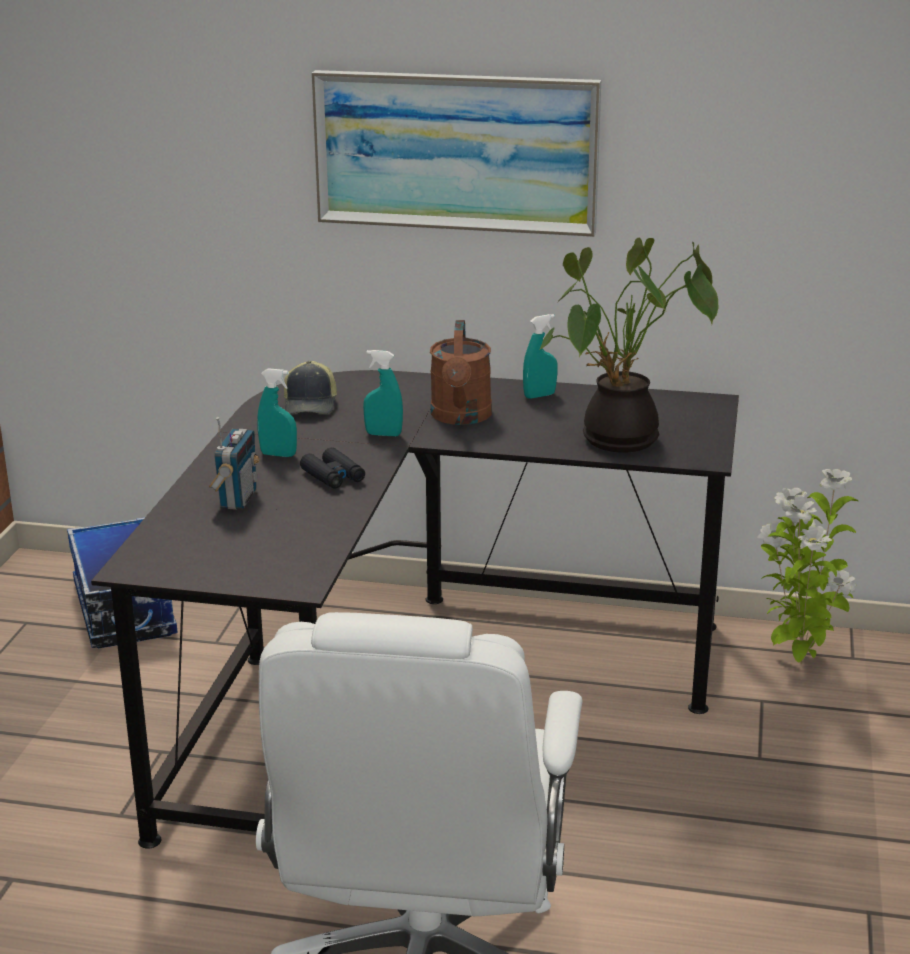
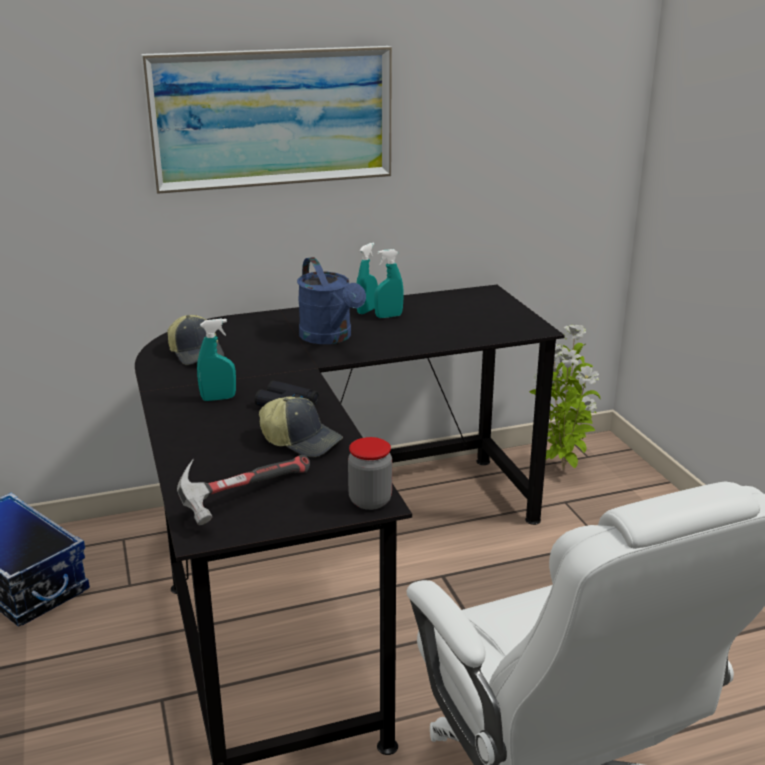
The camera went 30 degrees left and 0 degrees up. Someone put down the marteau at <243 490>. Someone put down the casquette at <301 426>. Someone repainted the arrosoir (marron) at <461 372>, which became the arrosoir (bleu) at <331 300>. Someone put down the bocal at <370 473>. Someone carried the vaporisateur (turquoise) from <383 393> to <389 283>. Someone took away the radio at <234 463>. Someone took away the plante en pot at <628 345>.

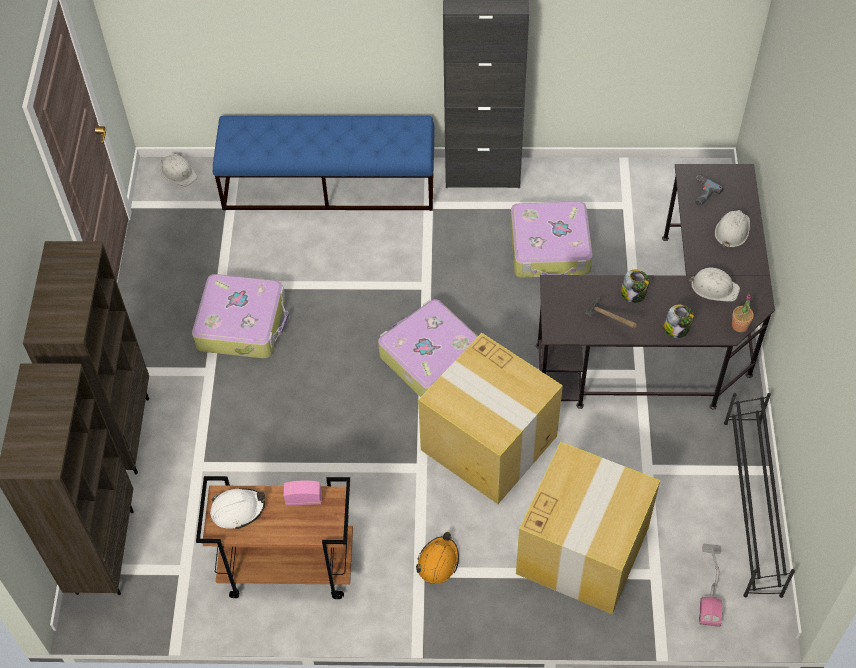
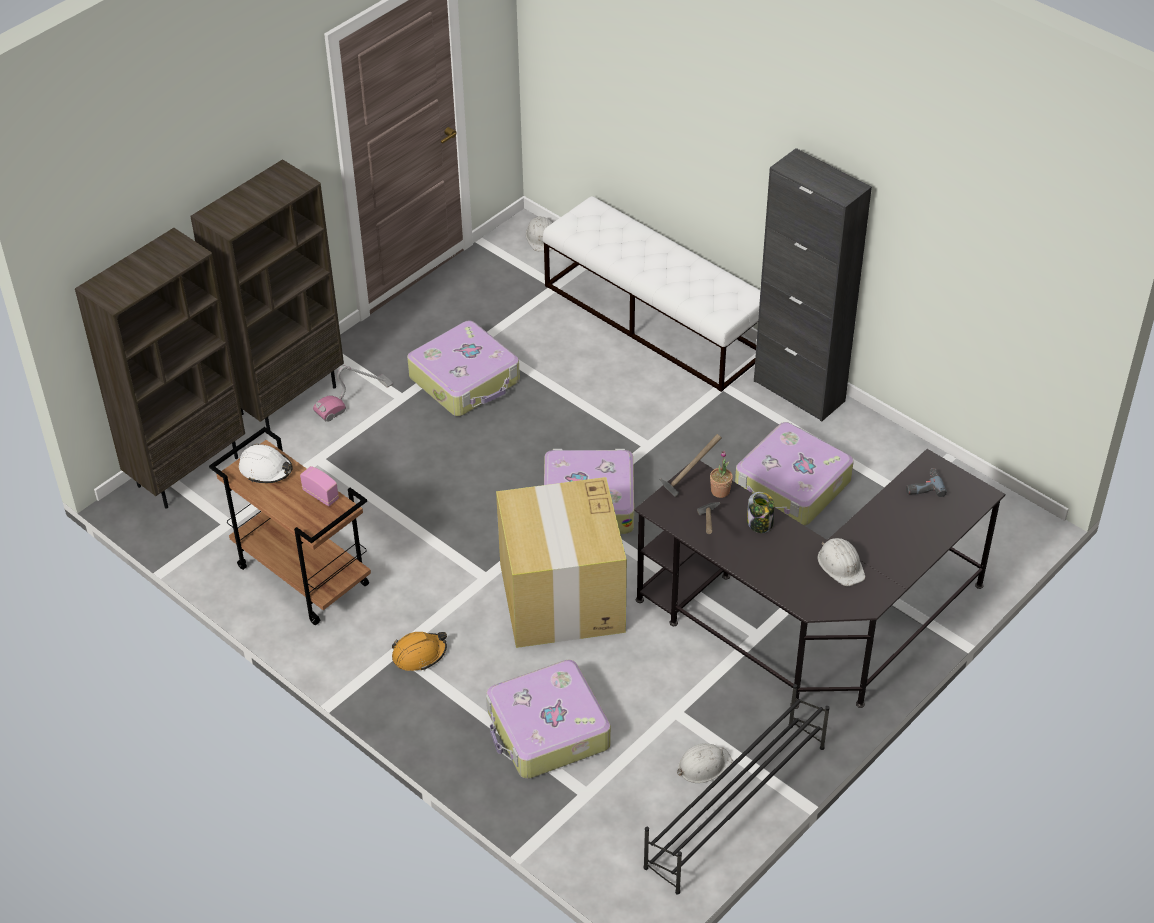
The camera went 40 degrees right and 10 degrees down. Someone carried the aspirateur from <710 585> to <353 394>. Someone swapped the carton at <588 528> for the valise at <548 719>. Someone repainted the banc (bleu) at <324 163>, which became the banc (blanc) at <651 294>. Someone put down the marteau at <691 465>. Someone carried the casque de chantier (blanc) from <732 229> to <705 763>. Someone carried the plante en pot from <743 313> to <721 474>. Someone took away the bocal at <678 321>.

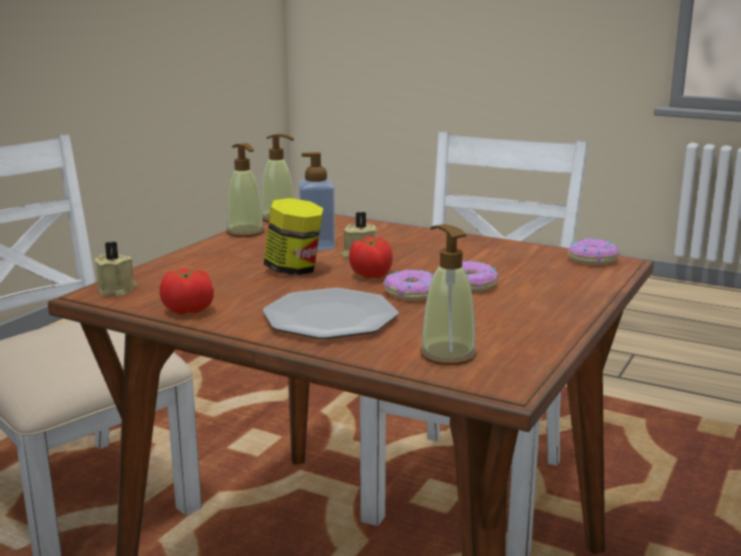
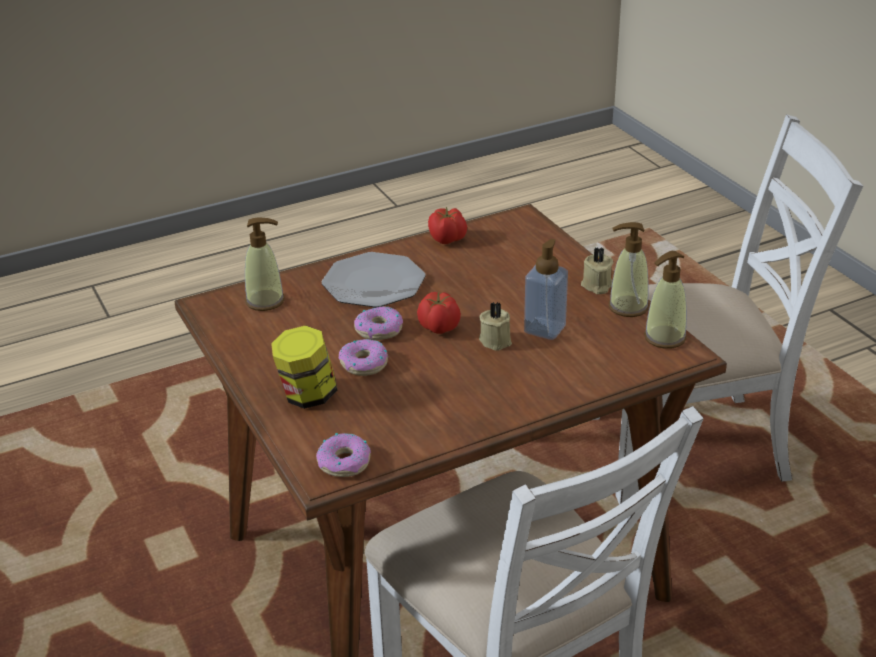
The camera went 125 degrees right and 15 degrees up. Someone carried the bocal from <293 237> to <304 367>. Someone carried the bougie (beige) from <115 268> to <597 270>.

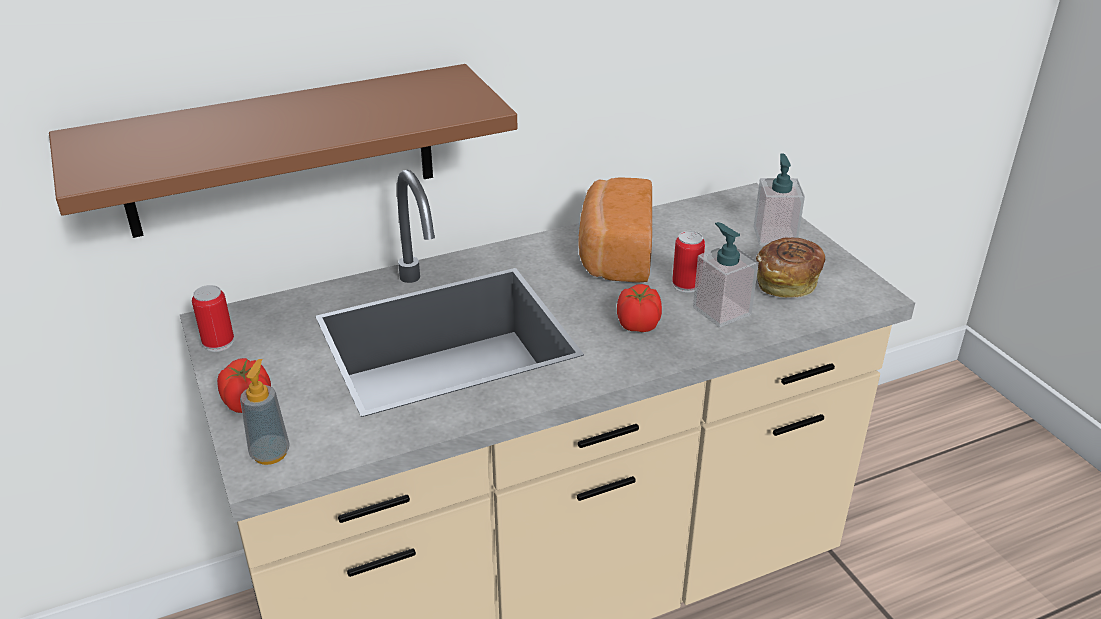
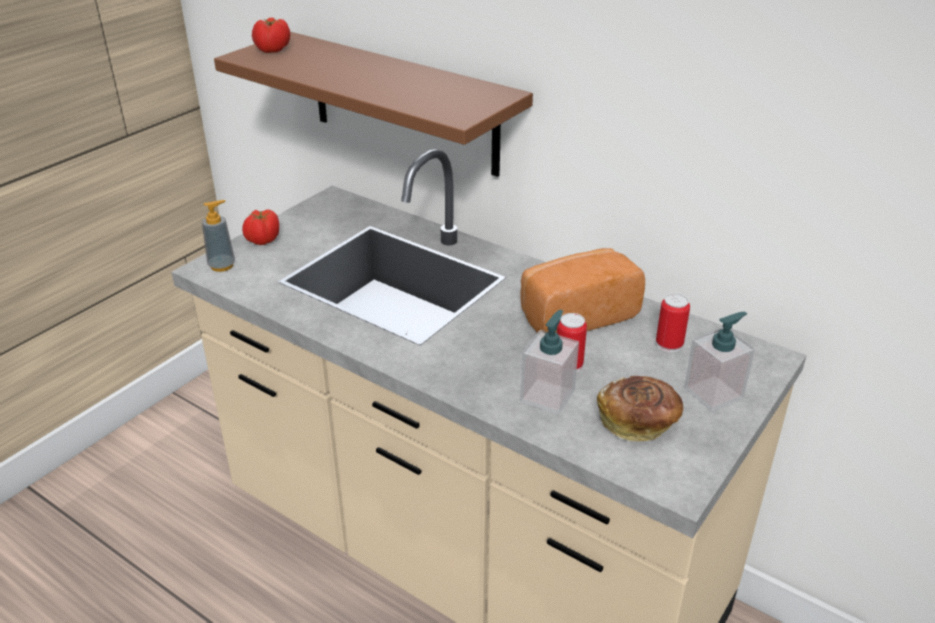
The camera went 60 degrees right and 0 degrees up. Someone carried the tomate from <639 308> to <271 35>. Someone carried the boîte métallique from <213 318> to <673 323>.

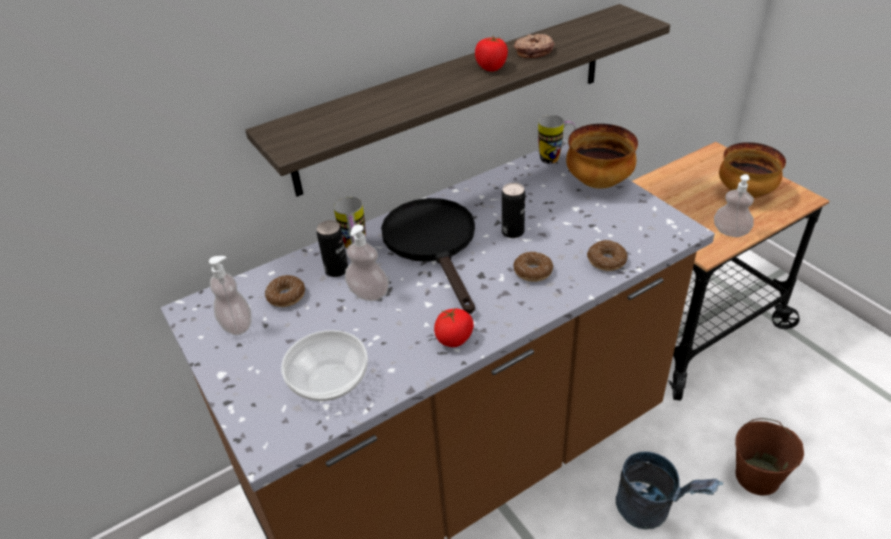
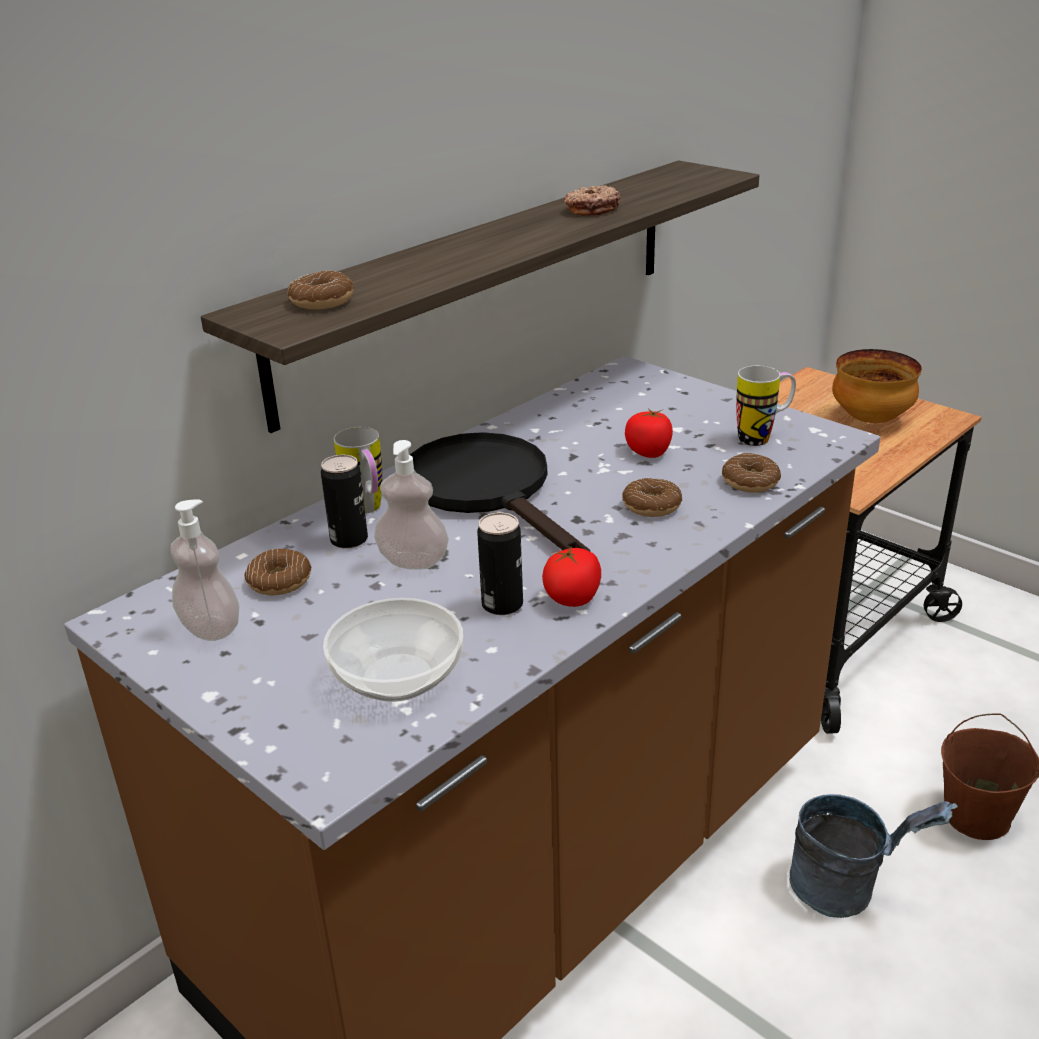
The camera went 15 degrees left and 10 degrees down. Someone put down the beignet at <321 289>. Someone carried the boîte métallique from <513 210> to <500 563>. Someone carried the tomate from <491 53> to <649 433>. Someone carried the mug from <557 139> to <766 406>. Someone took away the bol at <602 156>. Someone took away the distributeur de savon at <734 205>.

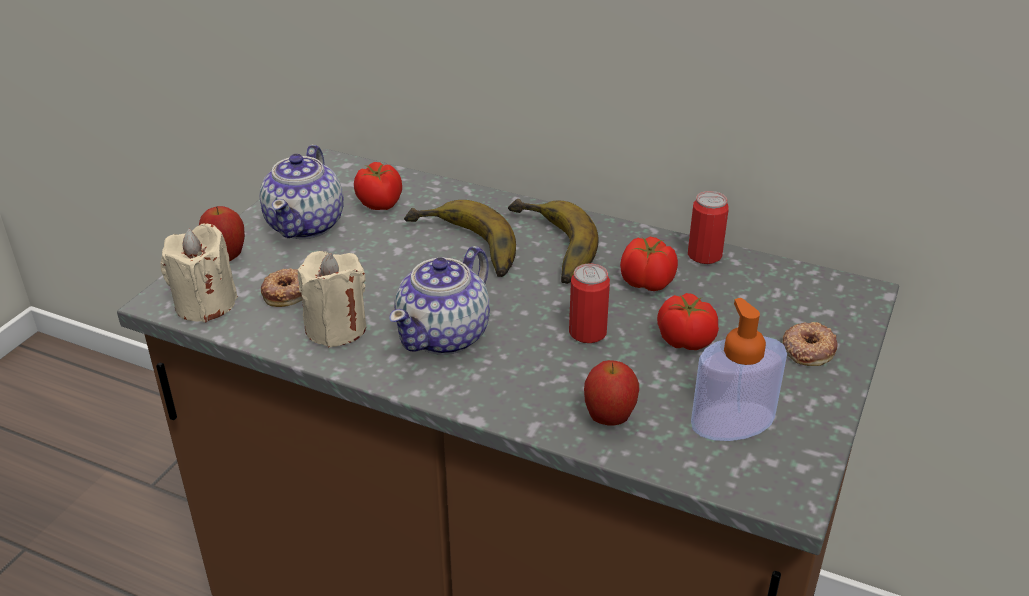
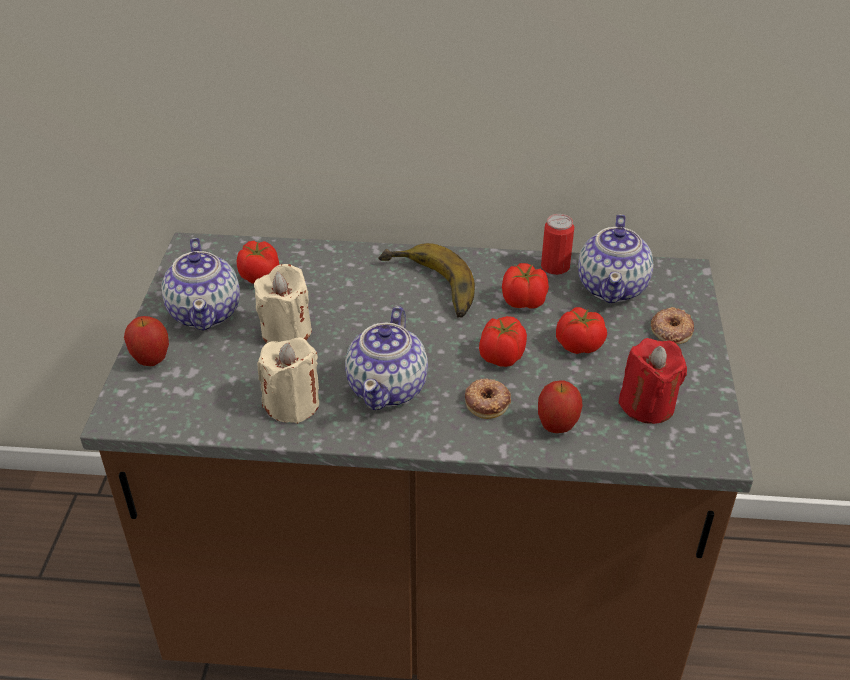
The camera went 20 degrees left and 5 degrees up. Someone carried the bougie (beige) from <199 273> to <283 303>. Someone carried the beignet from <281 287> to <488 398>. Someone swapped the boîte métallique at <589 303> for the tomate at <503 341>. Someone put down the théière at <615 258>. Someone swapped the distributeur de savon at <739 369> for the bougie (rouge) at <652 381>. Someone took away the banane at <460 238>.

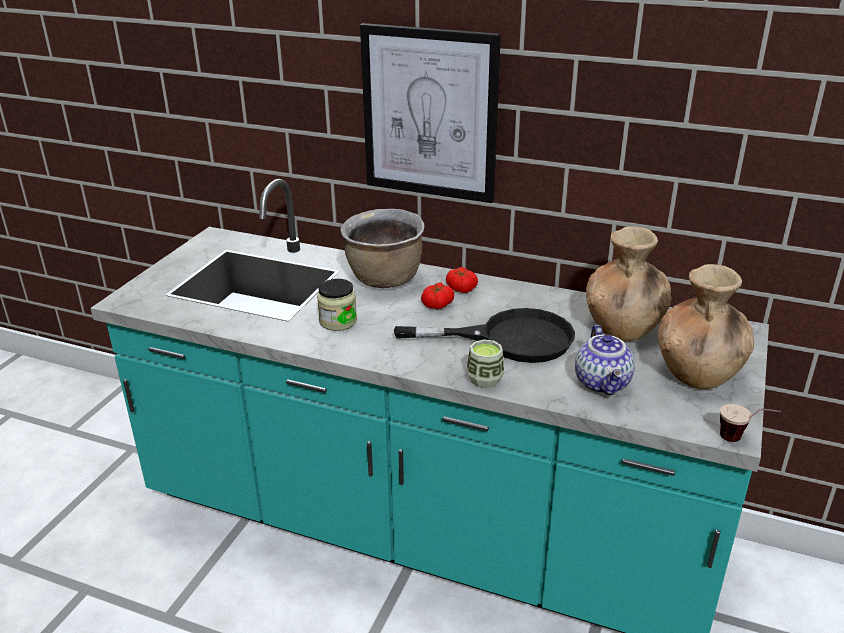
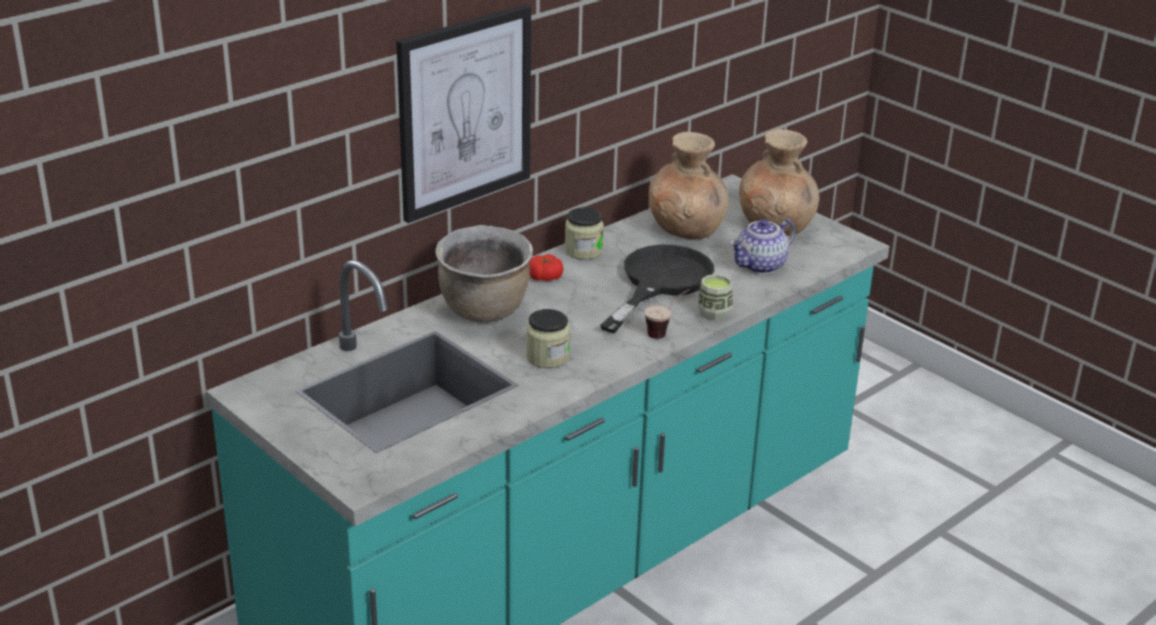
The camera went 65 degrees left and 0 degrees up. Someone put down the bocal at <584 233>. Someone carried the tasse from <750 423> to <667 314>. Someone rotated the théière at <605 360> by 120 degrees clockwise. Someone took away the tomate at <437 295>.

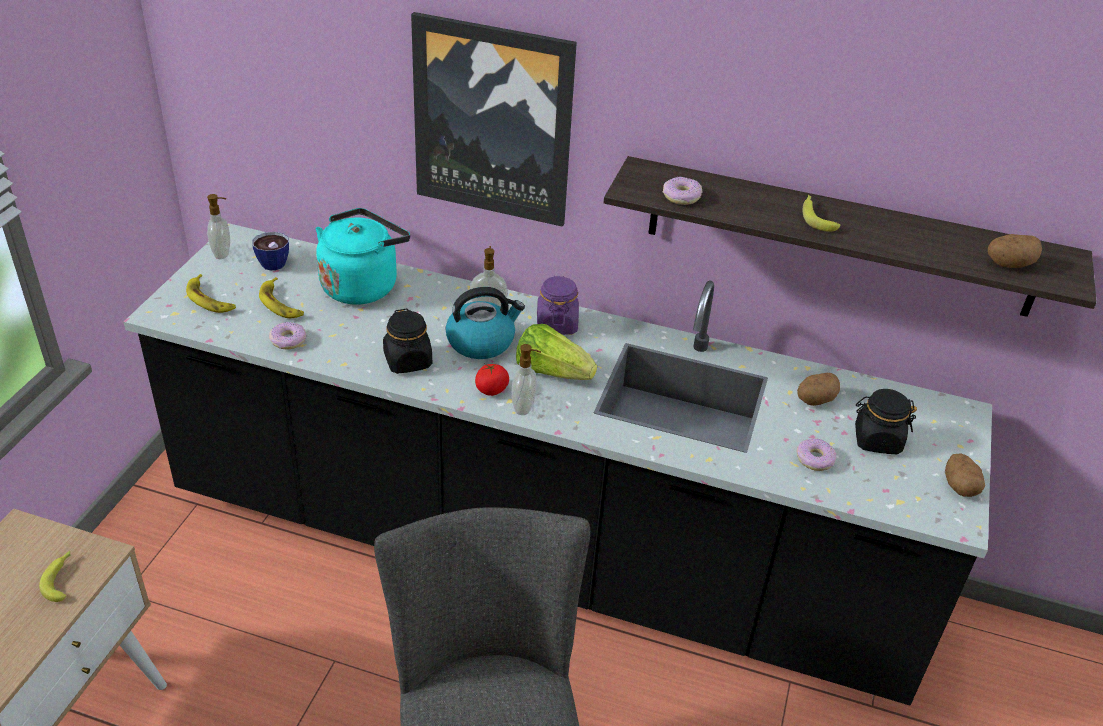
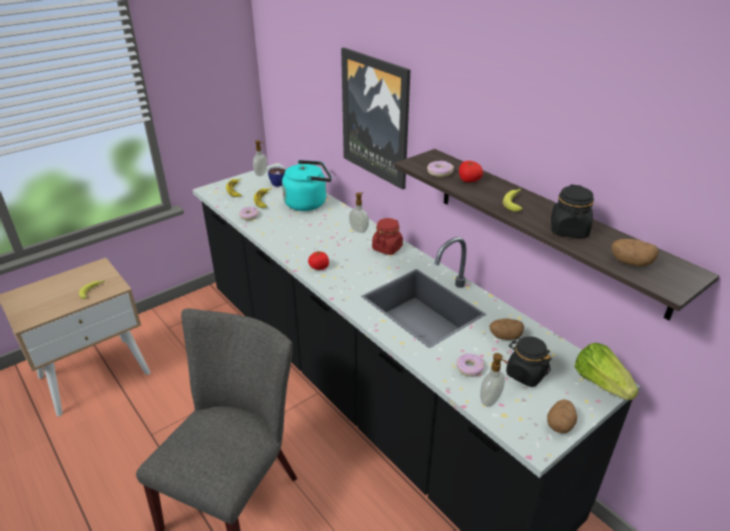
The camera went 35 degrees right and 5 degrees down. Someone repainted the bocal (violet) at <558 305>, which became the bocal (rouge) at <387 236>. Someone put down the tomate at <471 171>. Someone carried the distributeur de savon from <526 379> to <494 380>. Someone carried the bocal (noir) from <407 341> to <572 211>. Someone carried the laitue from <556 352> to <607 371>. Someone took away the bouilloire at <485 323>.

